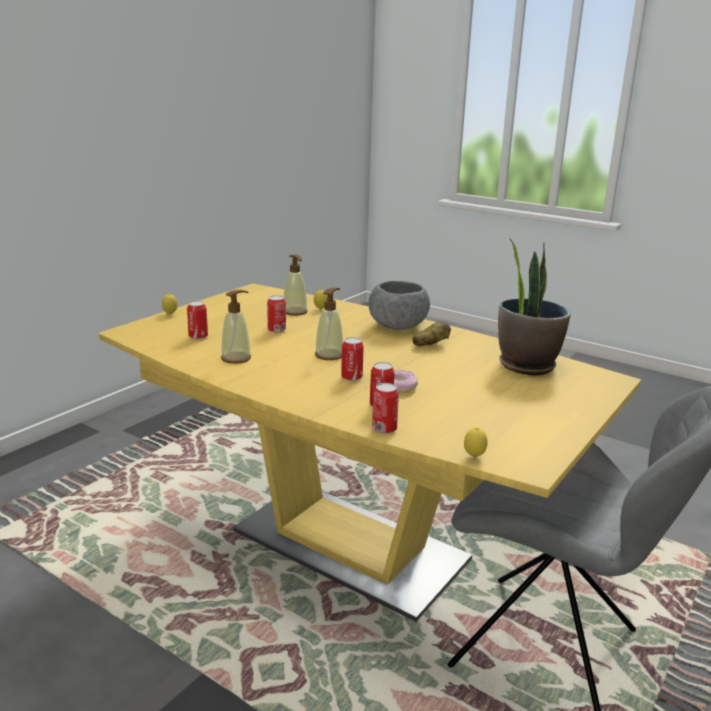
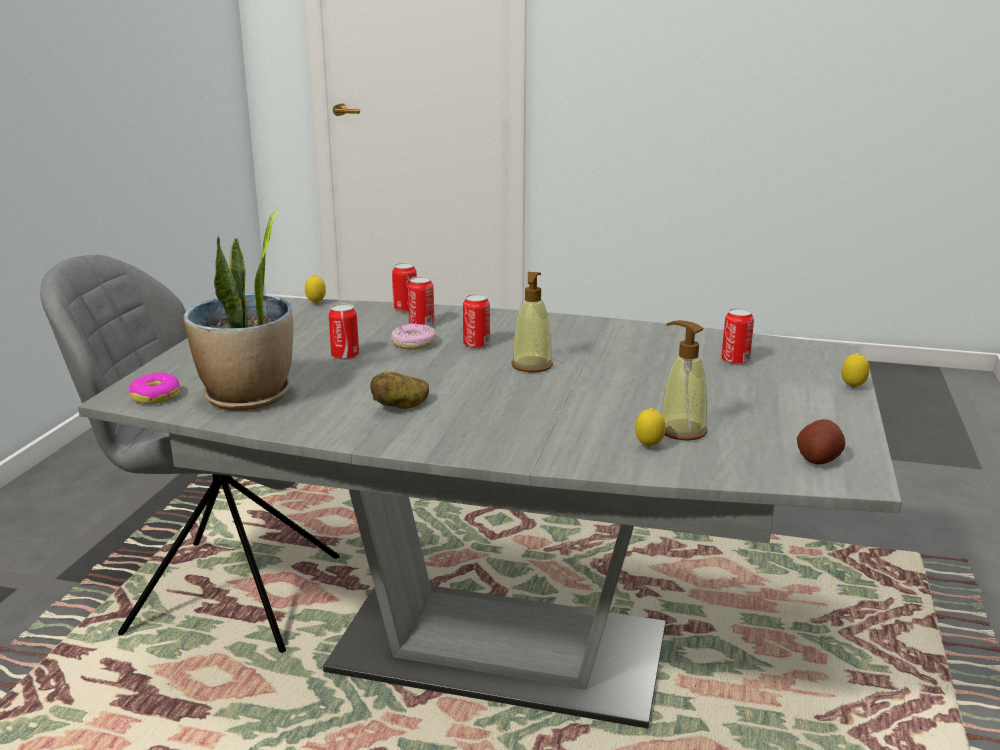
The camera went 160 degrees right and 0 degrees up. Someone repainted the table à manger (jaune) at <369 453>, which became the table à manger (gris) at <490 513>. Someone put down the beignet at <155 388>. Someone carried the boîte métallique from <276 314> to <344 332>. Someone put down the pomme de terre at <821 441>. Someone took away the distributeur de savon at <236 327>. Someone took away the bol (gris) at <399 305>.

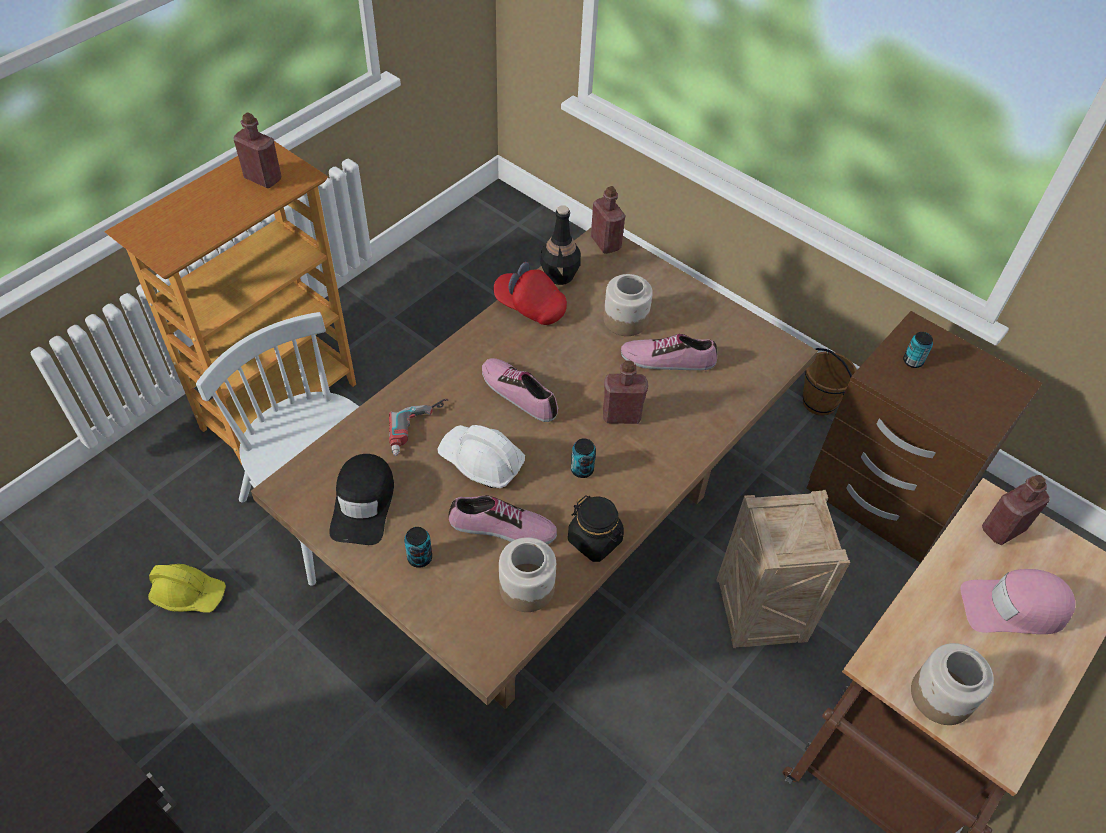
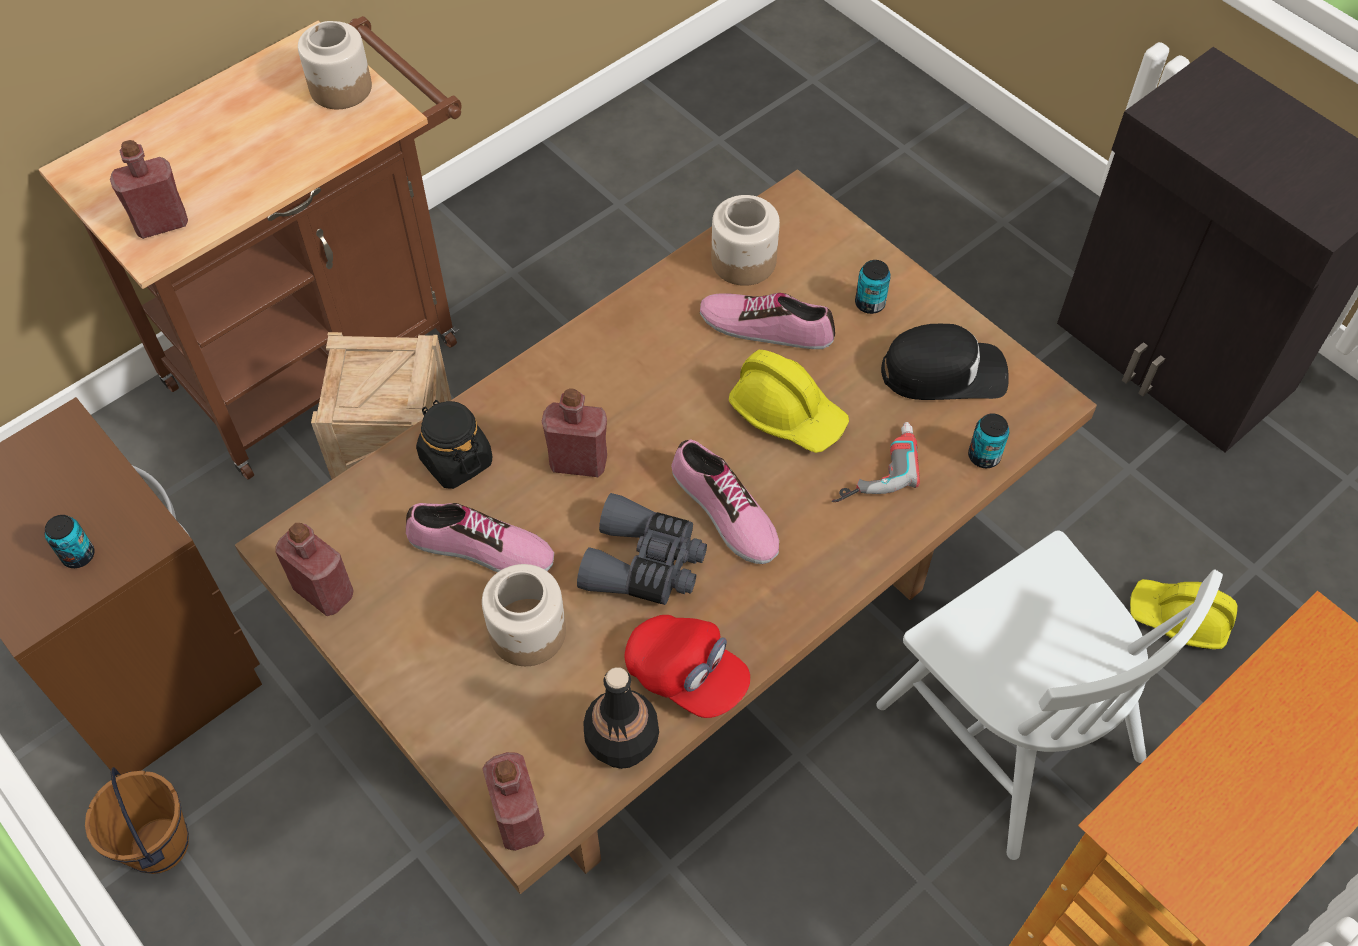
The camera went 170 degrees left and 5 degrees up. Someone carried the bouteille (rouge) from <257 150> to <314 569>. Someone carried the bocal (noir) from <596 528> to <454 444>. Someone put down the jumelles (gris) at <642 549>. Someone repainted the casque de chantier (blanc) at <481 456>, which became the casque de chantier (jaune) at <789 401>. Someone rotated the casquette (noir) at <361 499> by 75 degrees clockwise. Someone carried the boîte métallique from <583 458> to <989 440>. Someone took away the casquette (rose) at <1018 601>.

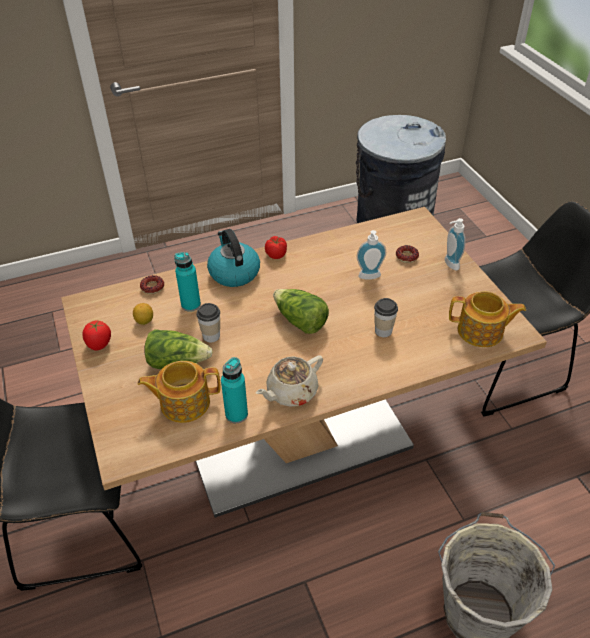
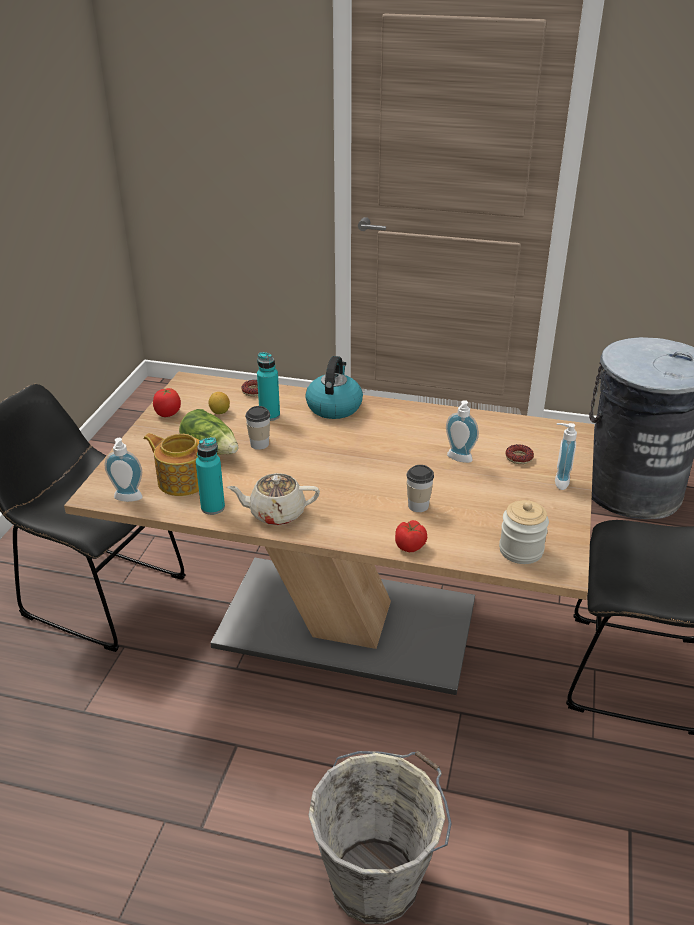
The camera went 35 degrees right and 10 degrees down. Someone put down the distributeur de savon at <124 470>. Someone carried the tomate from <276 247> to <411 536>. Someone swapped the théière at <487 319> for the bocal at <524 532>. Someone took away the laitue at <301 311>.

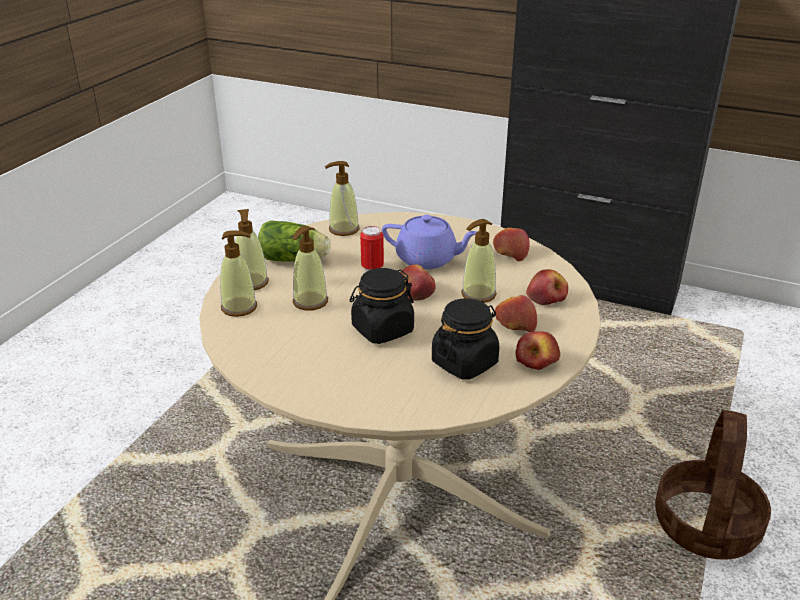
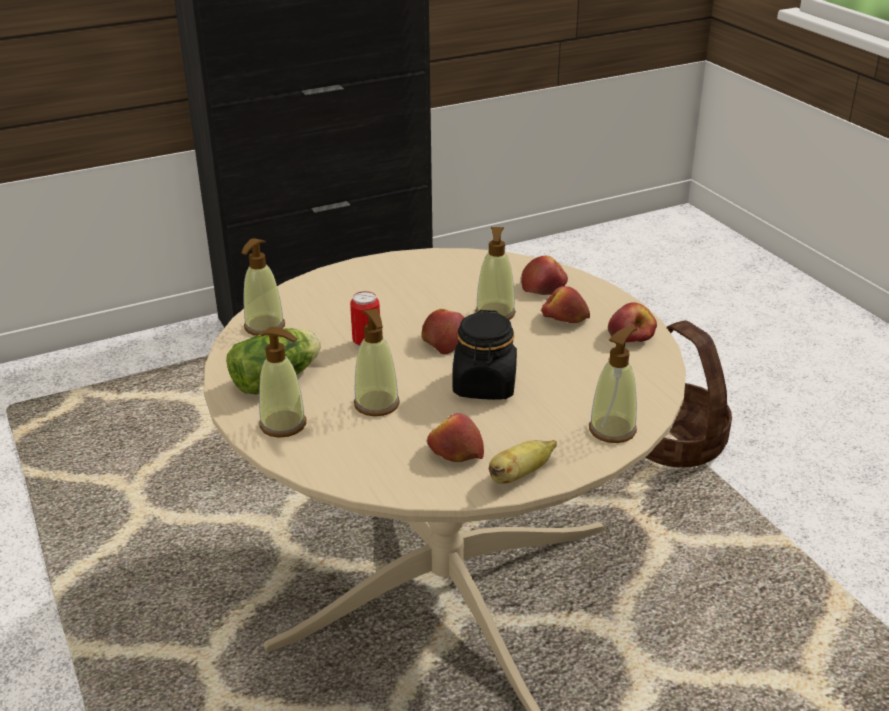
The camera went 50 degrees left and 0 degrees up. Someone carried the pomme from <511 245> to <455 437>. Someone put down the banane at <523 462>. Someone carried the distributeur de savon from <238 273> to <613 385>. Someone took away the théière (violet) at <430 242>. Someone took away the bocal (noir) at <465 339>.

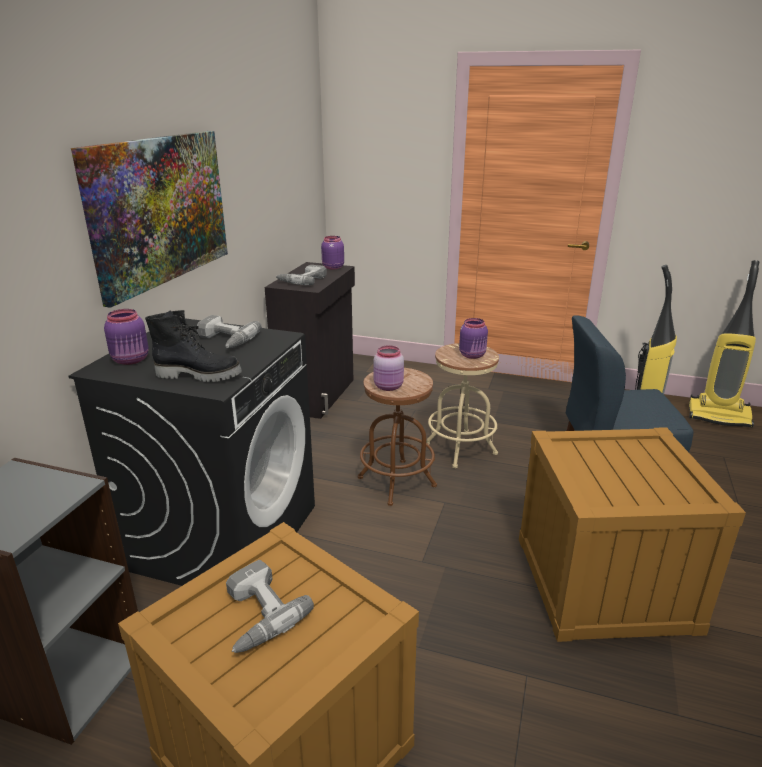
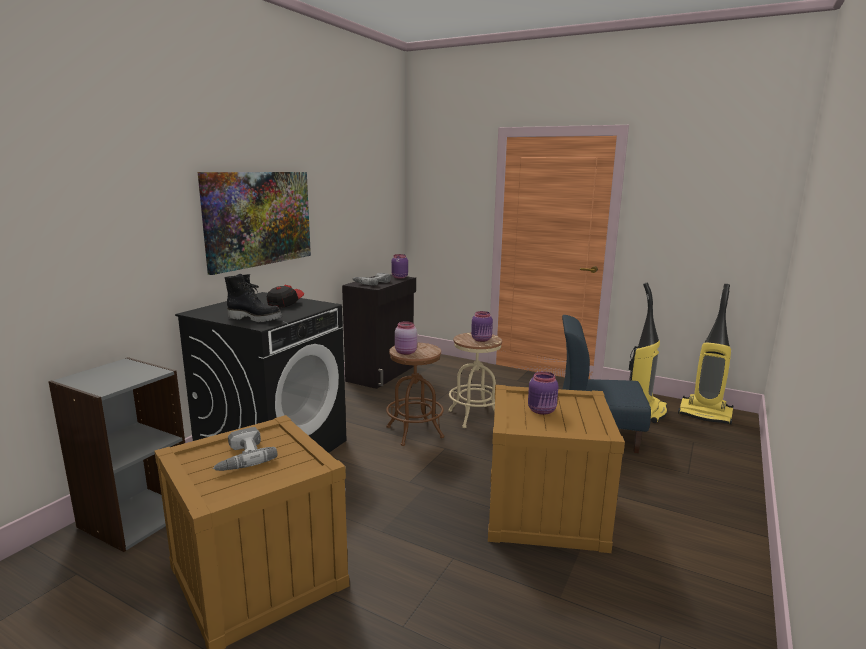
The camera went 10 degrees right and 10 degrees down. Someone swapped the perceuse at <229 331> for the casquette at <285 296>. Someone carried the bocal (violet) from <126 337> to <543 393>.

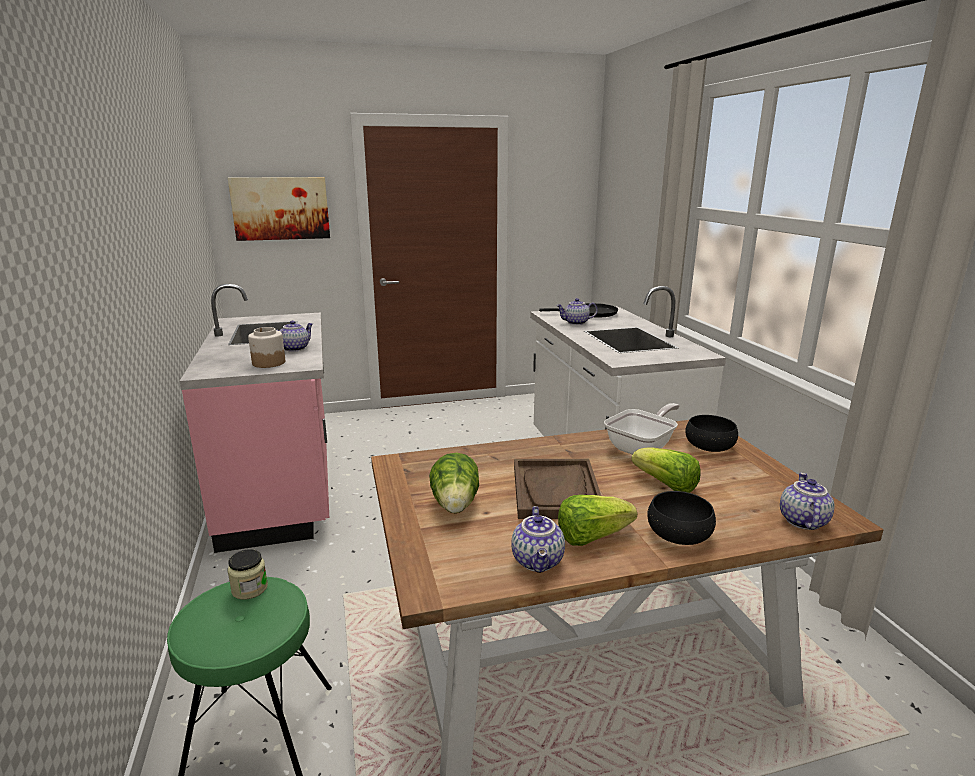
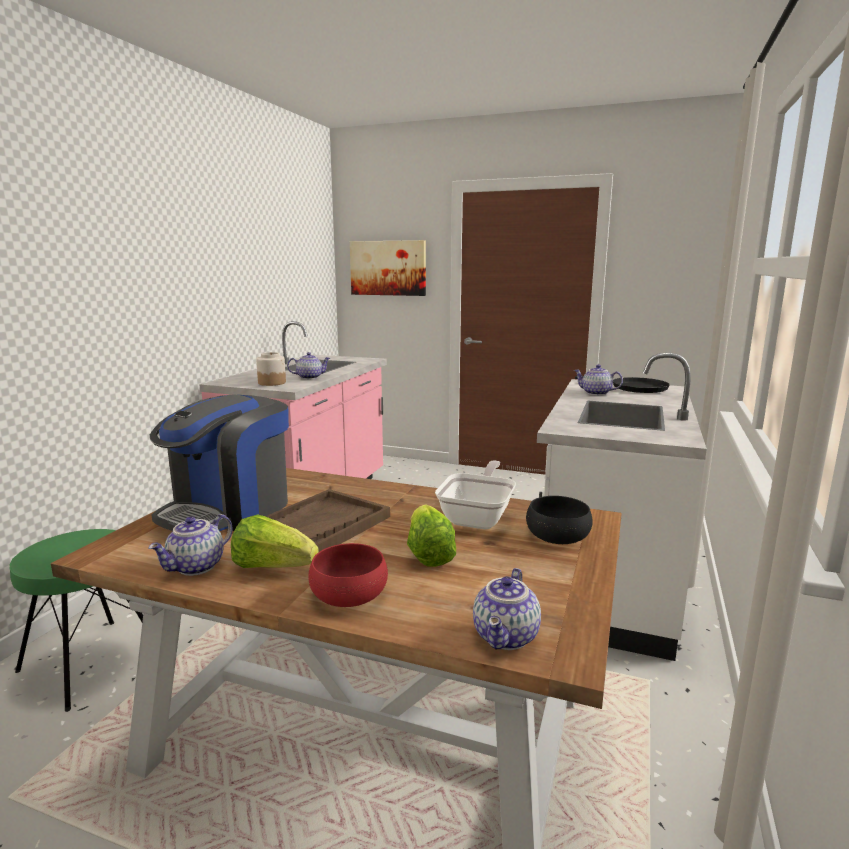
The camera went 35 degrees right and 5 degrees down. Someone swapped the laitue at <454 483> for the machine à café at <219 463>. Someone repainted the bol (noir) at <681 518>, which became the bol (rouge) at <348 575>. Someone rotated the poêle at <642 429> by 60 degrees counterclockwise. Someone rotated the théière at <807 501> by 150 degrees clockwise. Someone took away the bocal at <248 574>.

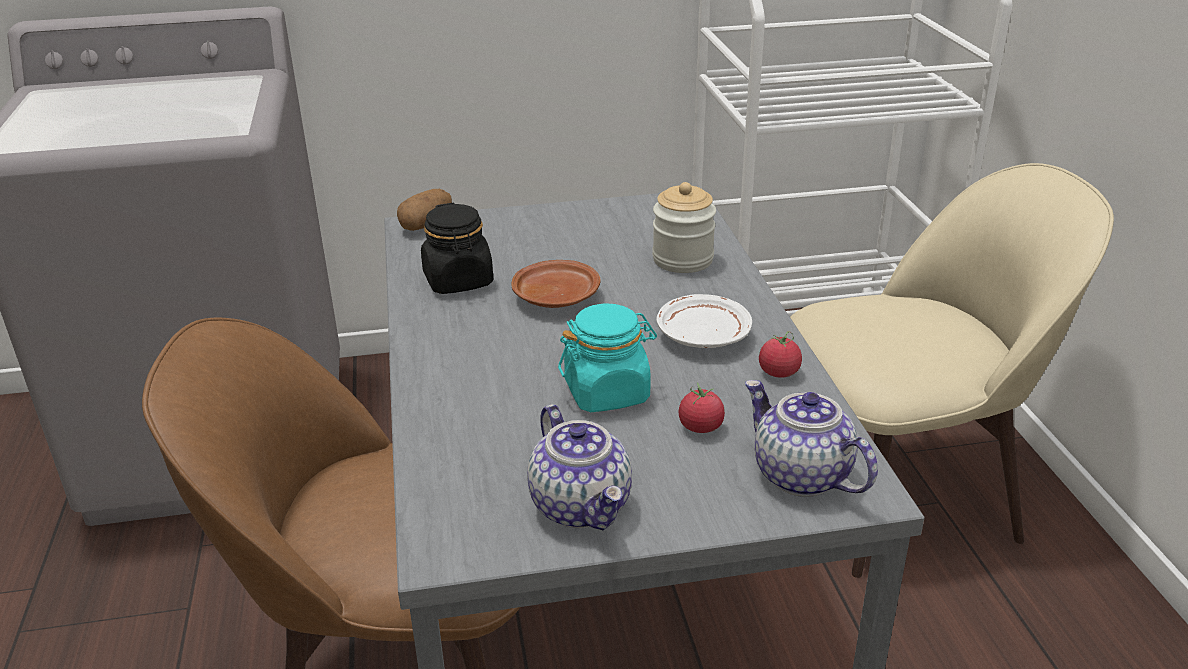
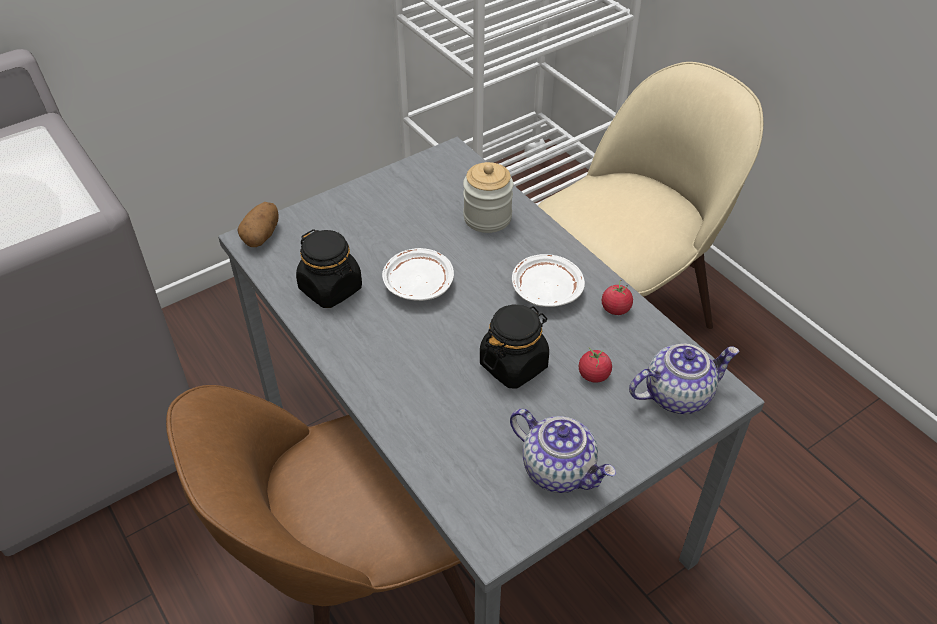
The camera went 25 degrees left and 15 degrees up. Someone repainted the assiette (marron) at <555 284>, which became the assiette (blanc) at <418 274>. Someone repainted the bocal (turquoise) at <607 357>, which became the bocal (noir) at <514 347>. Someone rotated the théière at <811 438> by 135 degrees clockwise.

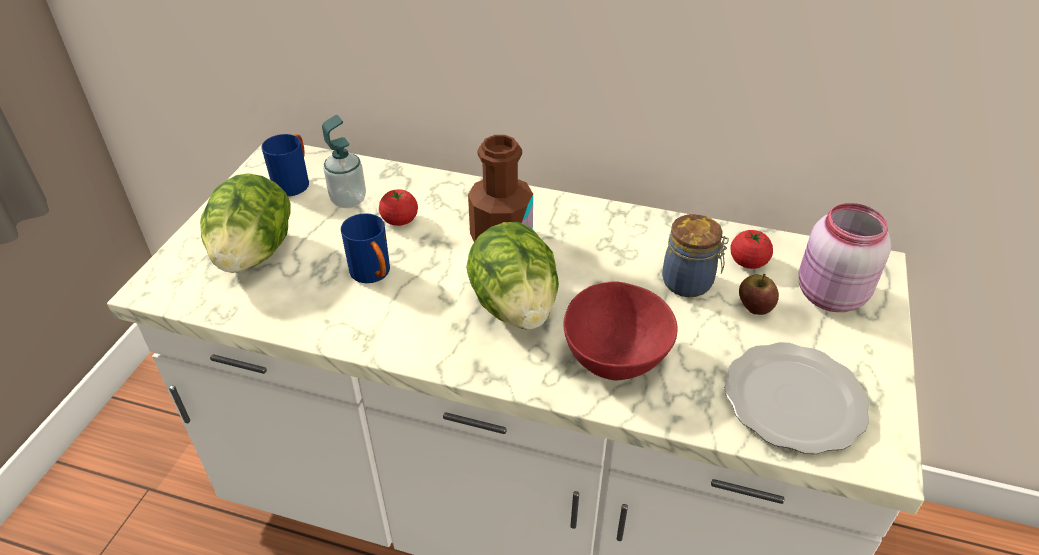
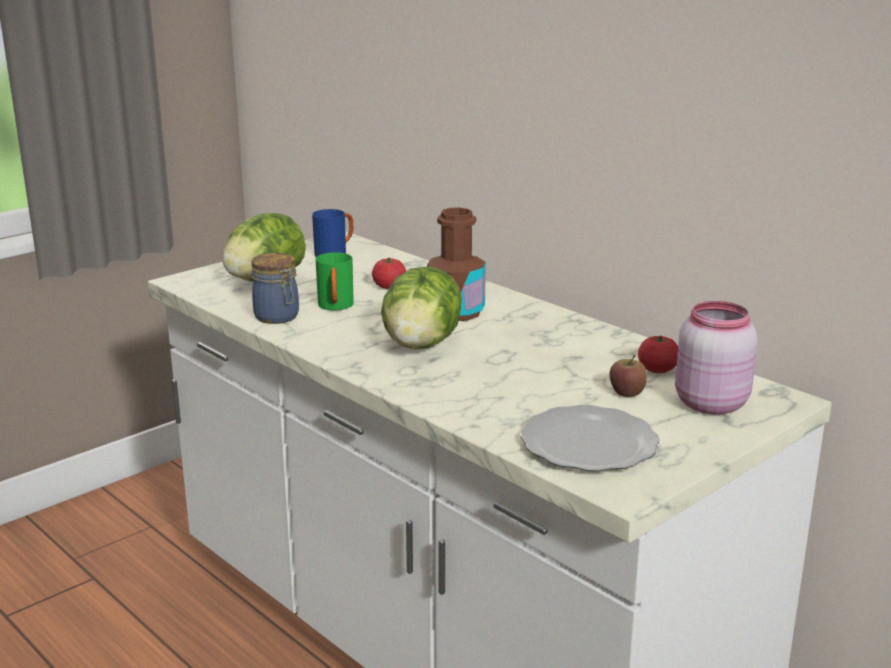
The camera went 30 degrees right and 20 degrees down. Someone carried the bocal from <695 255> to <275 288>. Someone repainted the mug (bleu) at <365 248>, which became the mug (vert) at <334 281>. Someone took away the distributeur de savon at <344 161>. Someone took away the bol (rouge) at <620 330>.

